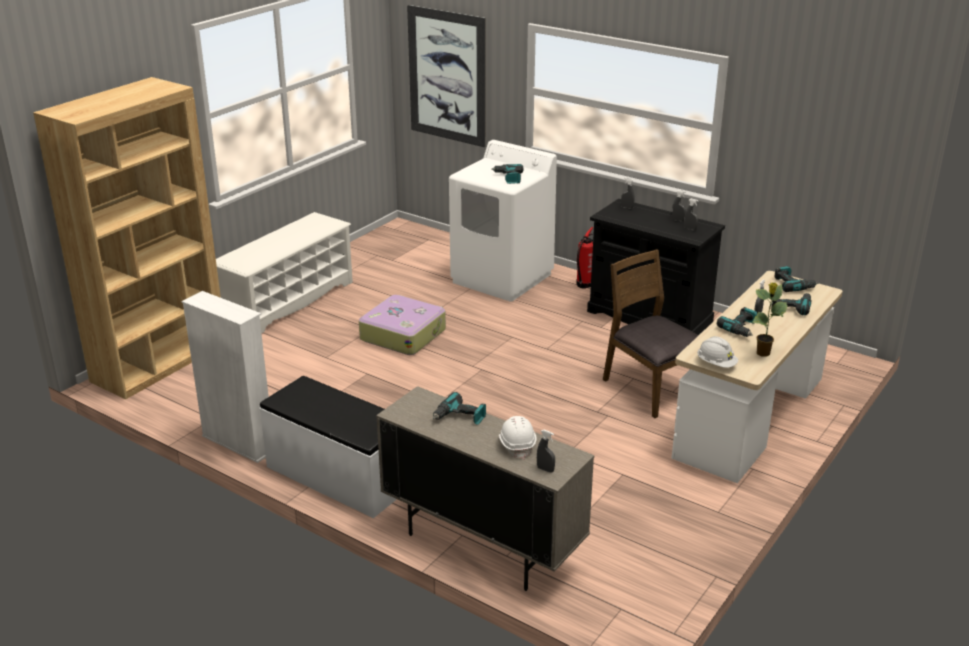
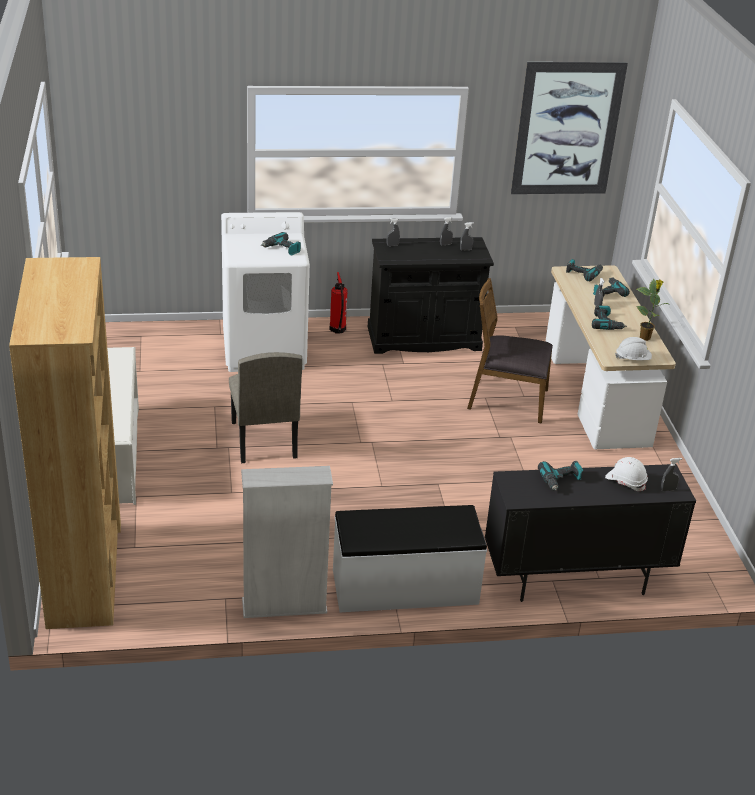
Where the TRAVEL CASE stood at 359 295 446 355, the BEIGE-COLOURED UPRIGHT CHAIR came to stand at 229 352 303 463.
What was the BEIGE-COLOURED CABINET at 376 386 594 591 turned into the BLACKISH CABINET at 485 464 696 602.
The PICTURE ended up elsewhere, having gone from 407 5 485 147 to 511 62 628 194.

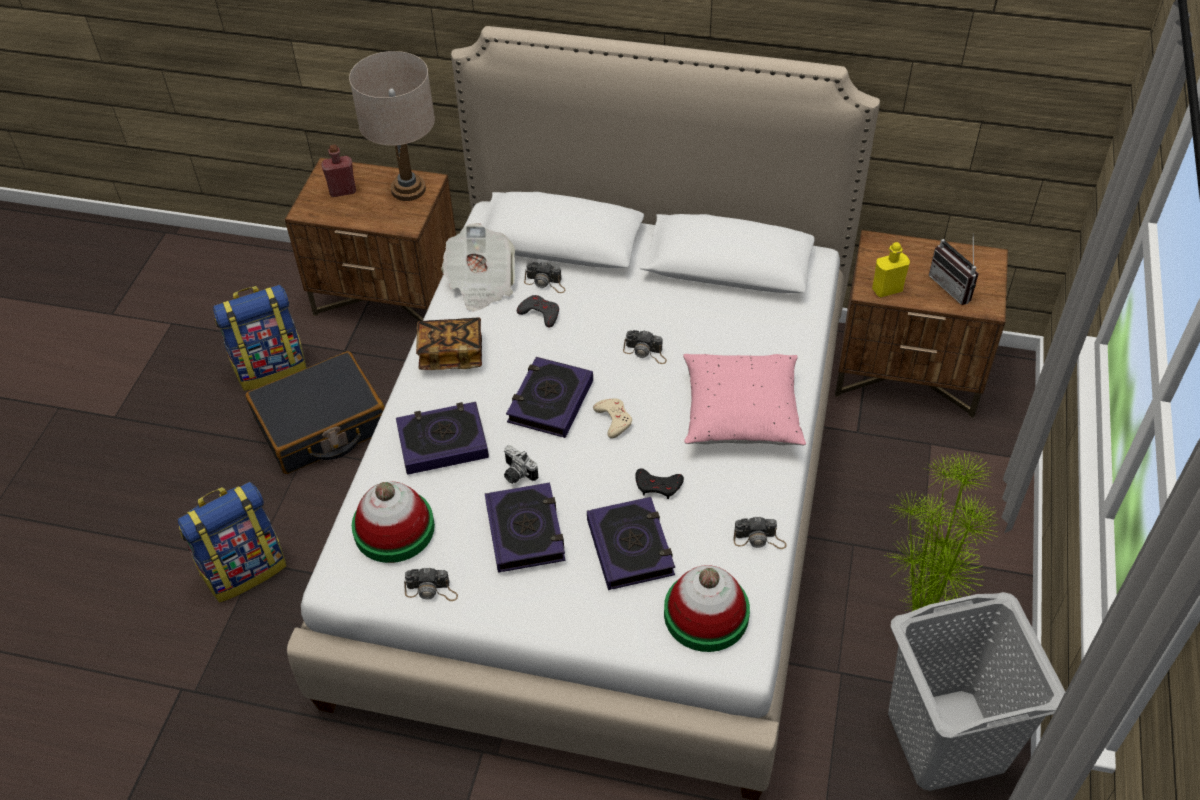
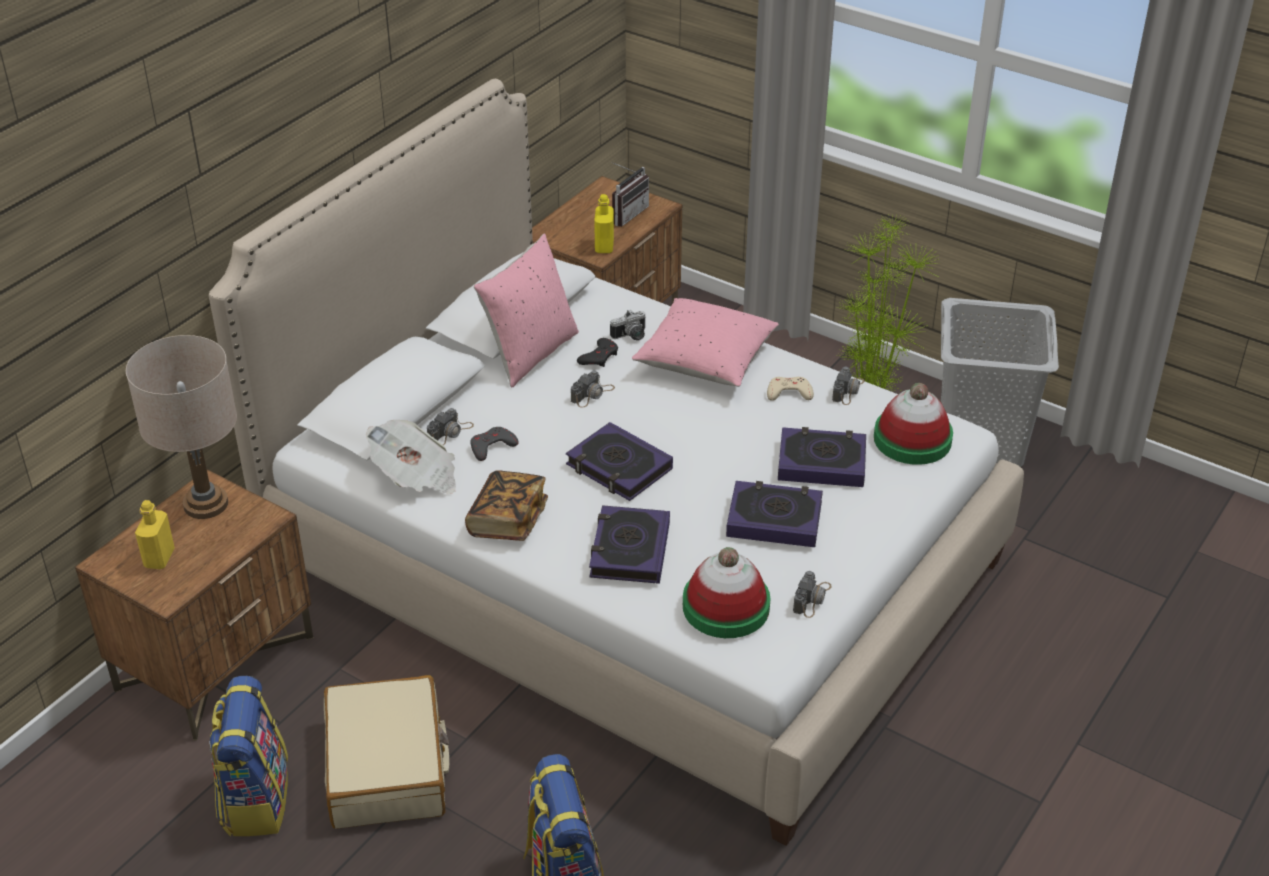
What was the BLACKISH TRAVEL CASE at 245 351 385 474 turned into the BEIGE-COLOURED TRAVEL CASE at 324 675 449 829.
What was the RED-COLOURED BOTTLE at 321 145 356 197 turned into the YELLOW BOTTLE at 135 500 175 569.
The PHOTO CAMERA ended up elsewhere, having gone from 504 445 538 484 to 610 309 646 341.
The BEIGE-COLOURED GAME CONTROLLER ended up elsewhere, having gone from 593 398 632 439 to 767 377 814 401.
The BLACKISH GAME CONTROLLER ended up elsewhere, having gone from 635 468 684 499 to 577 338 618 367.
The RADIO SET at 929 233 979 305 ended up facing another way, 45 degrees counterclockwise from before.
The second view gained the PINKISH THROW PILLOW at 474 233 579 388.

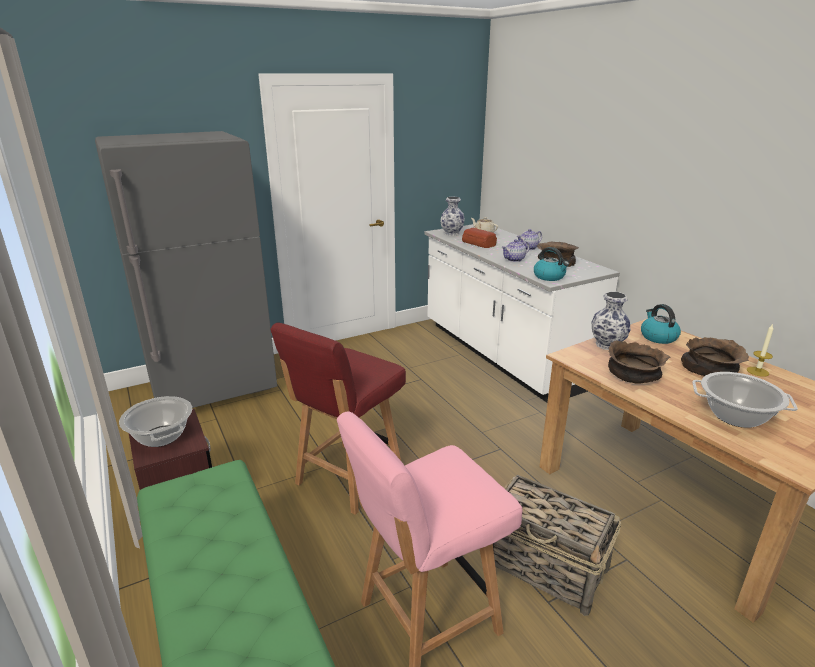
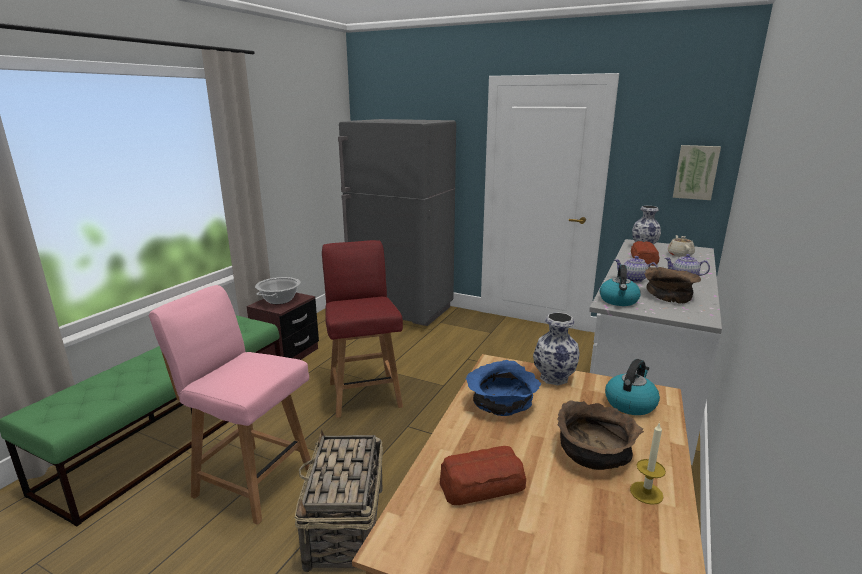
The RED-COLOURED UPRIGHT CHAIR at 270 323 406 515 ended up facing another way, 75 degrees clockwise from before.
What was the BROWN BOWL at 608 340 671 384 turned into the BLUISH BOWL at 466 360 541 416.
Where the STOCKPOT stood at 692 372 798 428, the BAKED BREAD came to stand at 440 446 526 505.
The second view gained the PICTURE at 673 145 721 200.

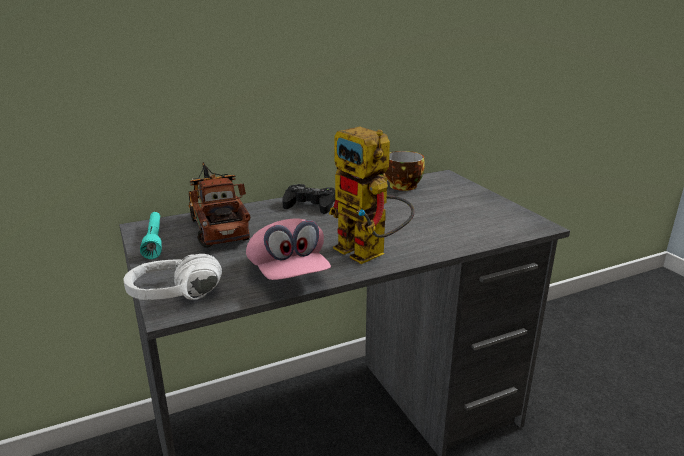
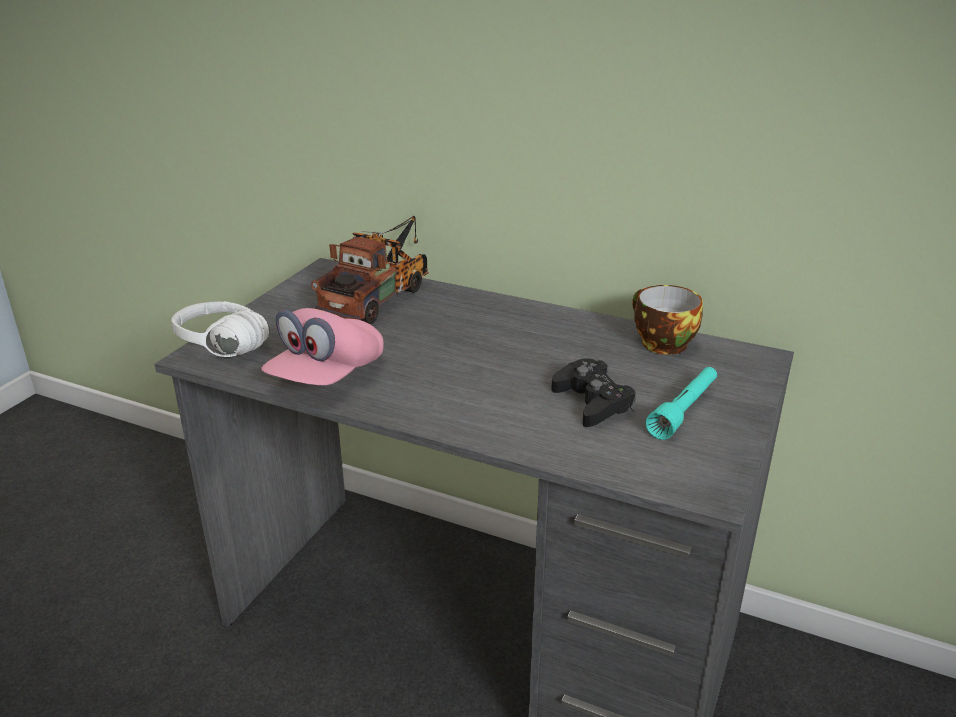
The BLUE-GREEN FLASHLIGHT ended up elsewhere, having gone from 140 212 162 259 to 646 367 717 440.
The BLACKISH GAME CONTROLLER ended up elsewhere, having gone from 282 184 336 214 to 551 358 636 427.
The second view lost the MODEL ROBOT at 329 126 414 264.

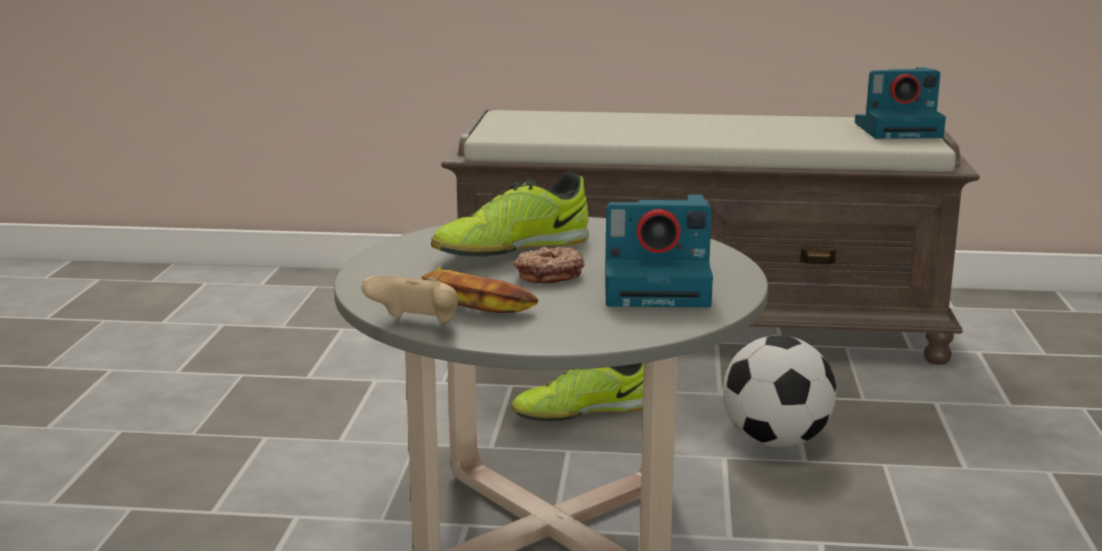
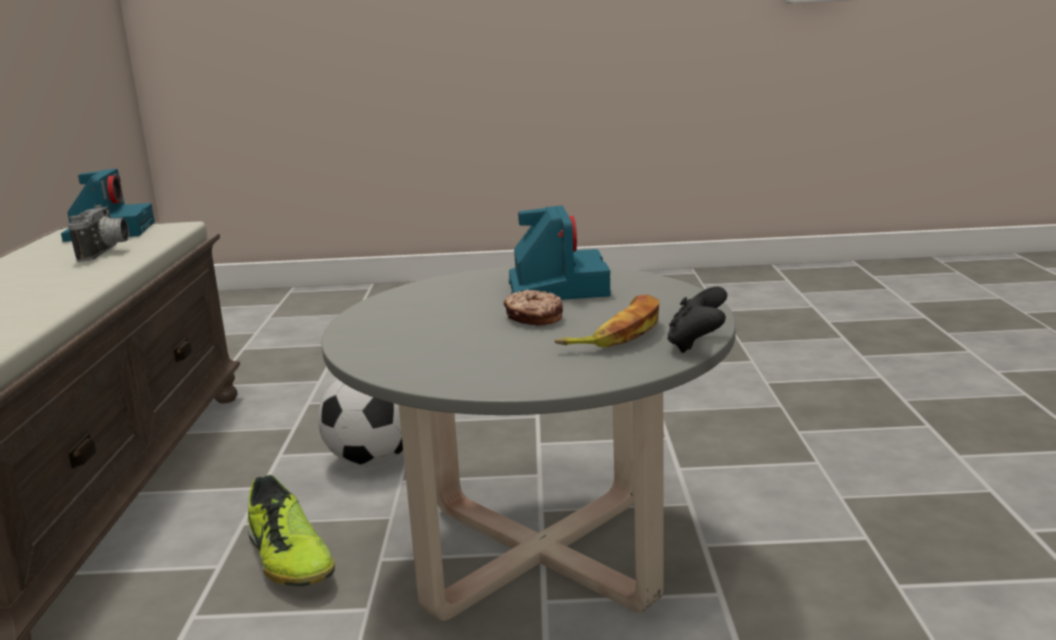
What was the BEIGE-COLOURED GAME CONTROLLER at 361 276 458 325 turned into the BLACKISH GAME CONTROLLER at 667 287 727 353.
The second view lost the LOW SHOE at 431 172 589 257.
The second view gained the PHOTO CAMERA at 68 205 129 262.

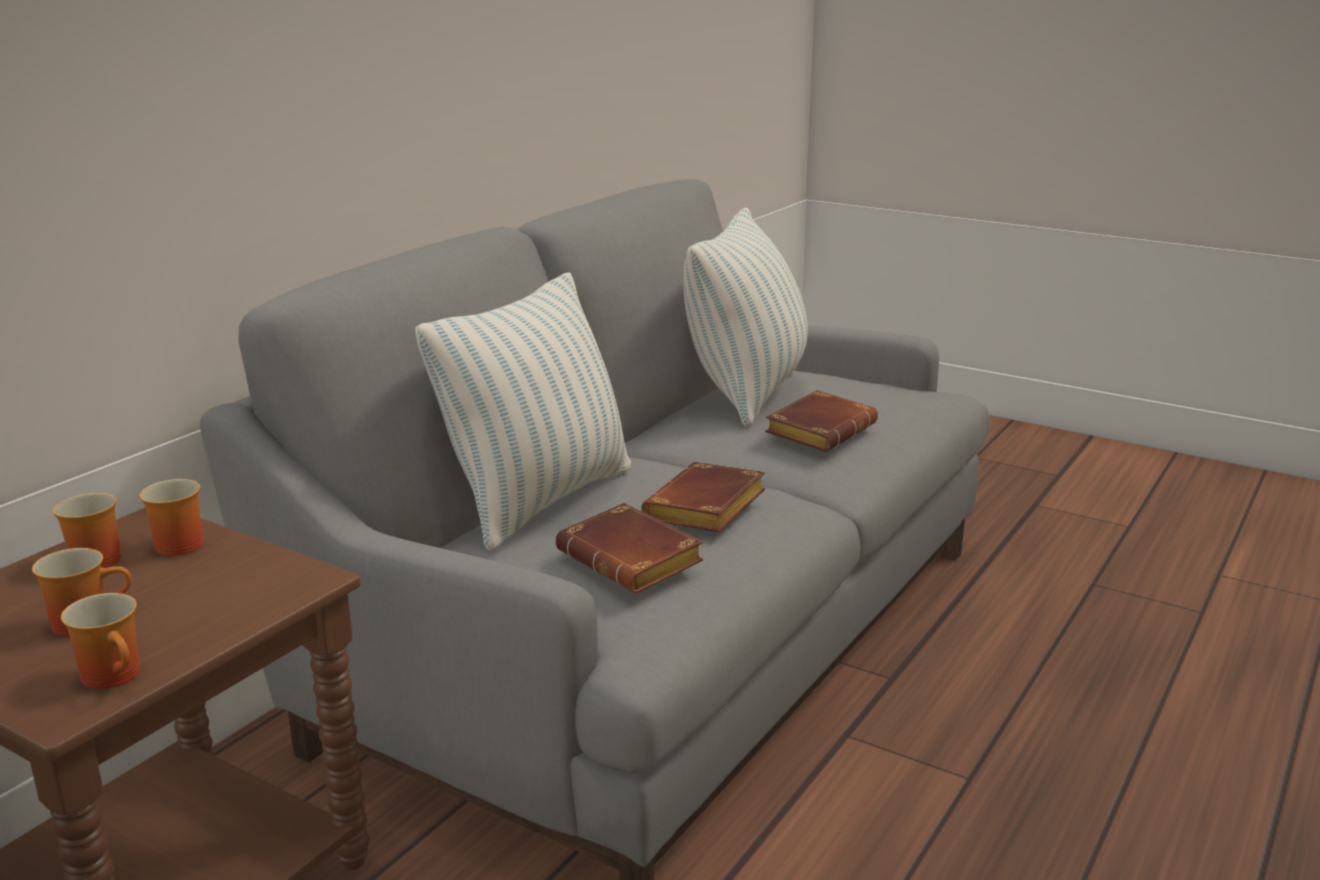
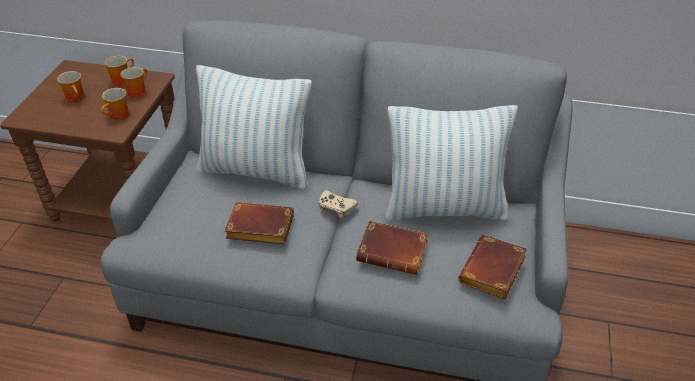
The COFFEE MUG ended up elsewhere, having gone from 61 593 140 689 to 101 88 129 120.
The BROWN BOUND BOOK ended up elsewhere, having gone from 556 503 703 593 to 458 235 527 299.
The second view gained the BEIGE-COLOURED GAME CONTROLLER at 319 190 358 218.

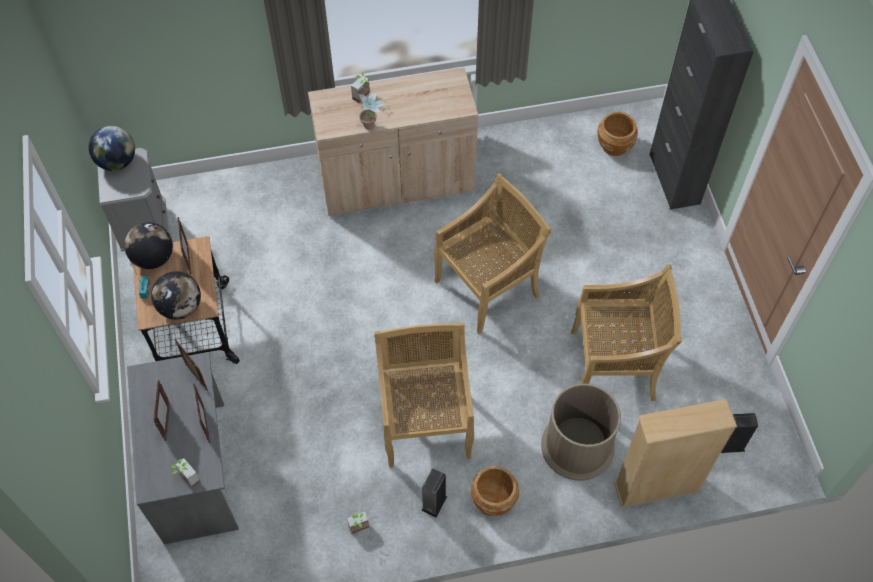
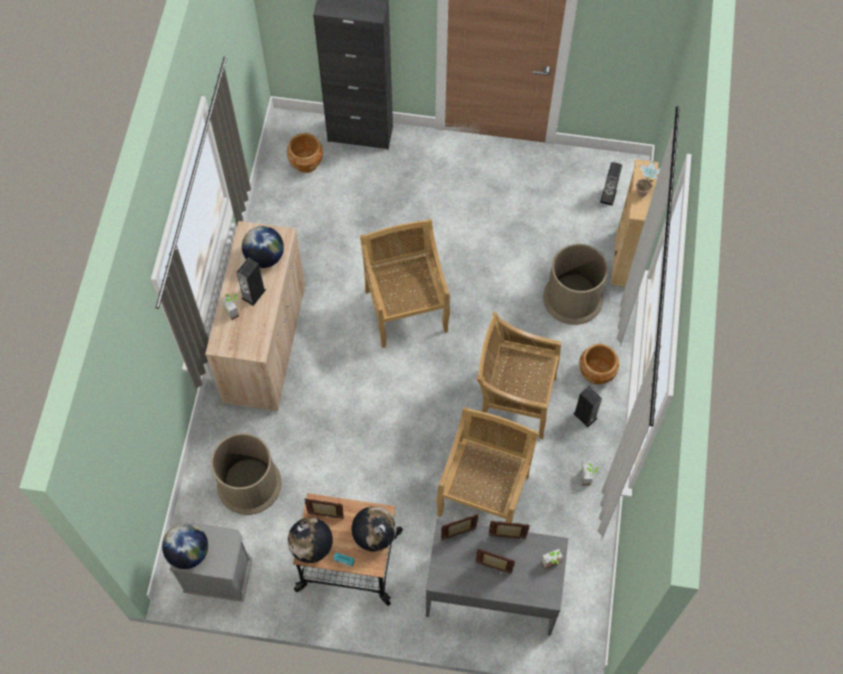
The HOUSEPLANT ended up elsewhere, having gone from 359 92 386 130 to 636 161 660 197.
The BEIGE-COLOURED UPRIGHT CHAIR ended up elsewhere, having gone from 571 264 682 401 to 436 407 539 523.
The second view gained the BROWN RUBBISH BIN at 211 433 281 515.
The second view gained the SPEAKER at 236 258 266 306.
The second view gained the GLOBE at 242 226 284 268.

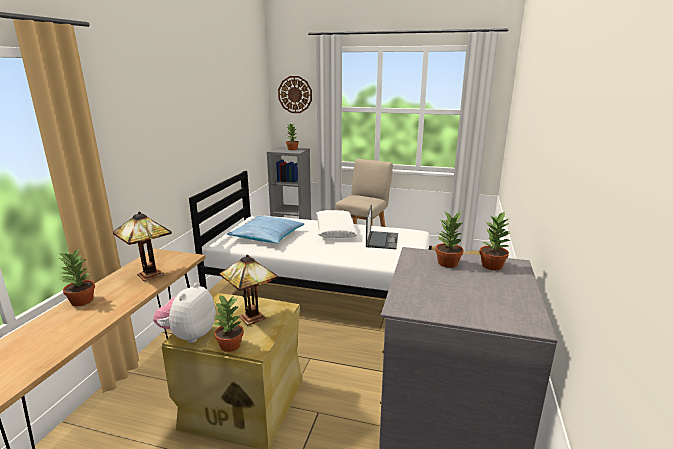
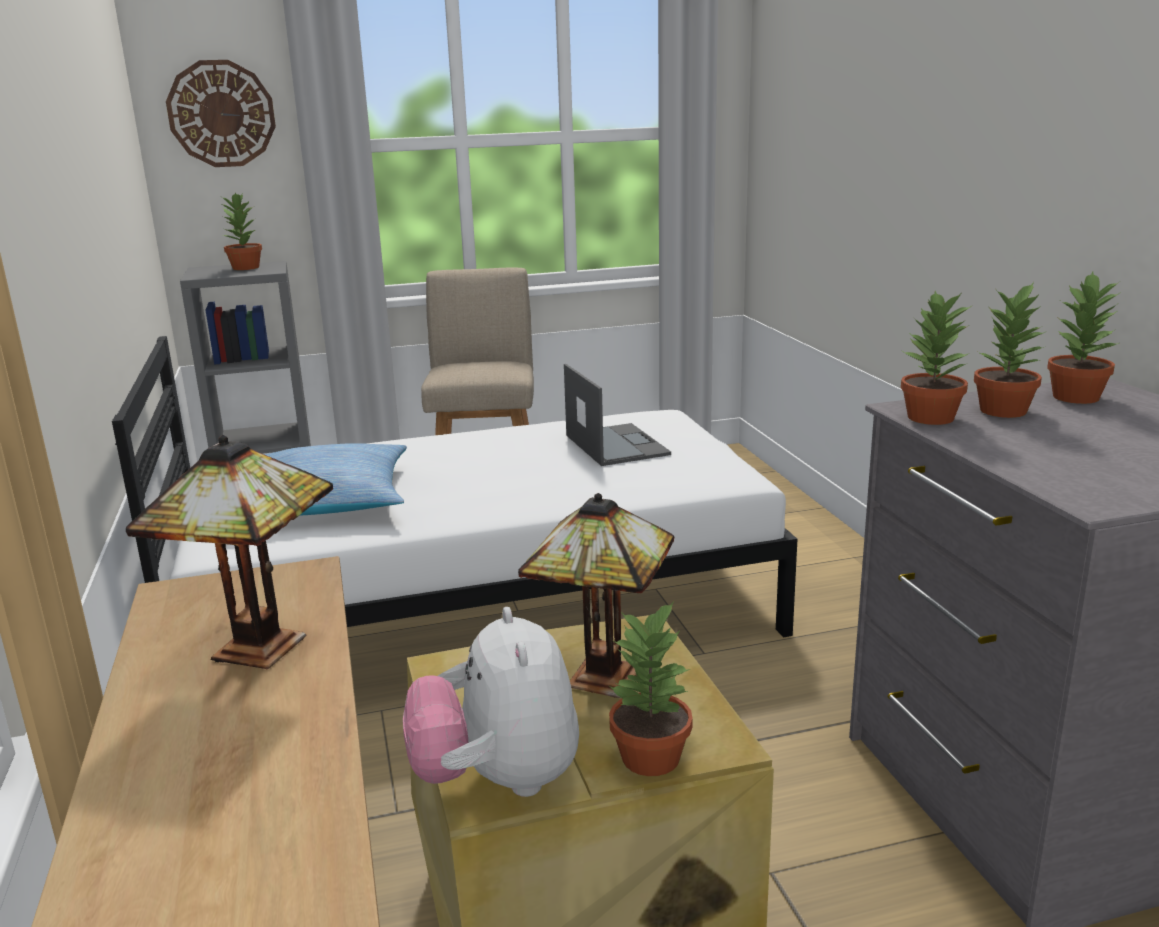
The HOUSEPLANT ended up elsewhere, having gone from 59 250 95 306 to 901 291 973 425.
The second view lost the WHITE-COLOURED THROW PILLOW at 316 210 358 238.

